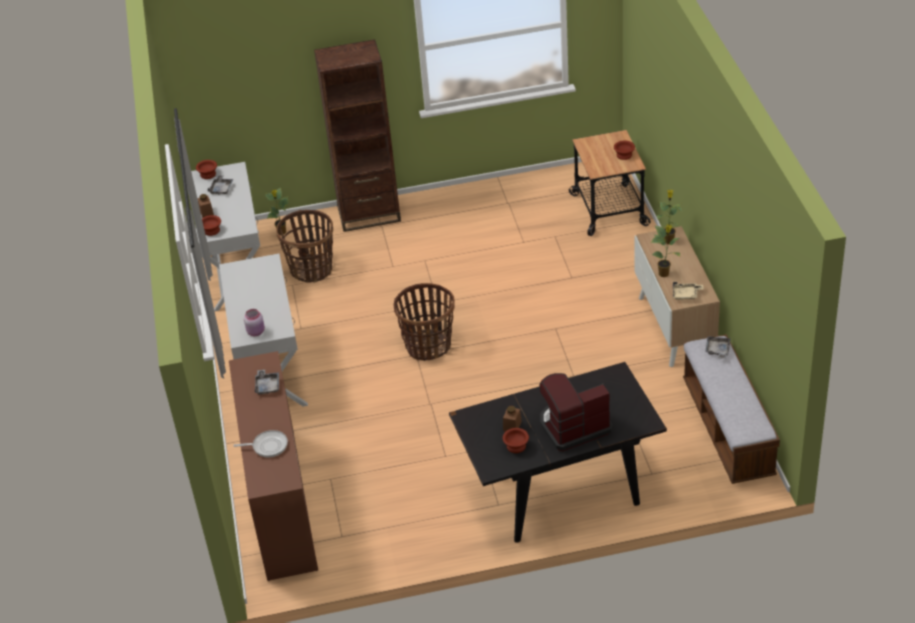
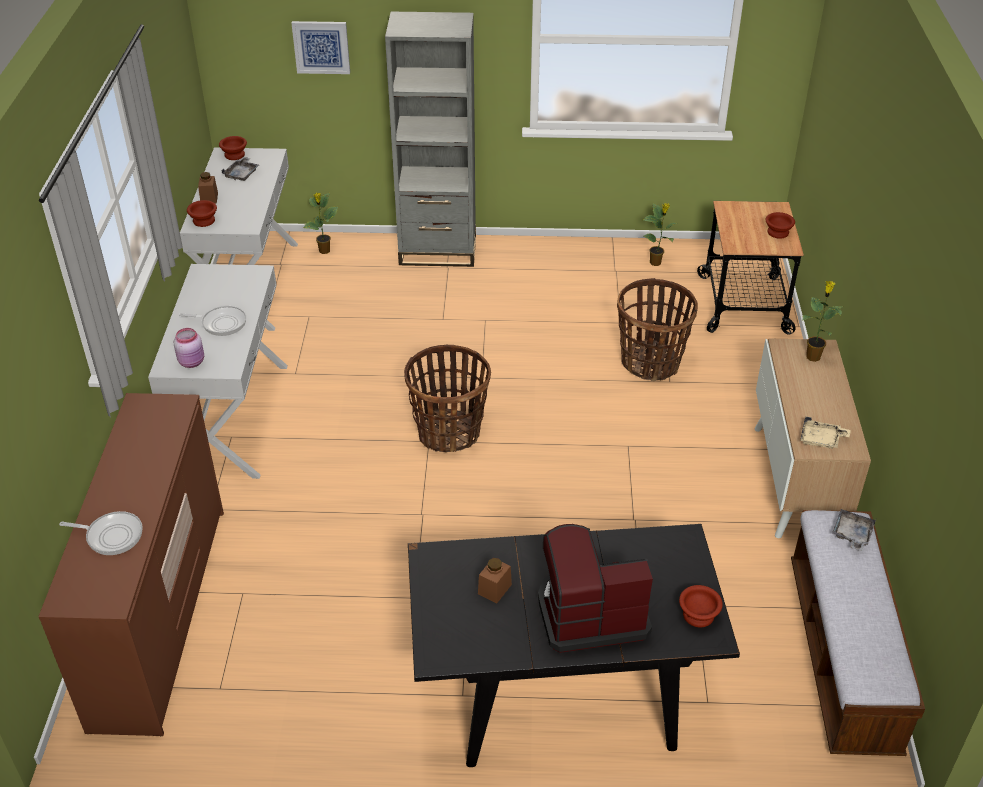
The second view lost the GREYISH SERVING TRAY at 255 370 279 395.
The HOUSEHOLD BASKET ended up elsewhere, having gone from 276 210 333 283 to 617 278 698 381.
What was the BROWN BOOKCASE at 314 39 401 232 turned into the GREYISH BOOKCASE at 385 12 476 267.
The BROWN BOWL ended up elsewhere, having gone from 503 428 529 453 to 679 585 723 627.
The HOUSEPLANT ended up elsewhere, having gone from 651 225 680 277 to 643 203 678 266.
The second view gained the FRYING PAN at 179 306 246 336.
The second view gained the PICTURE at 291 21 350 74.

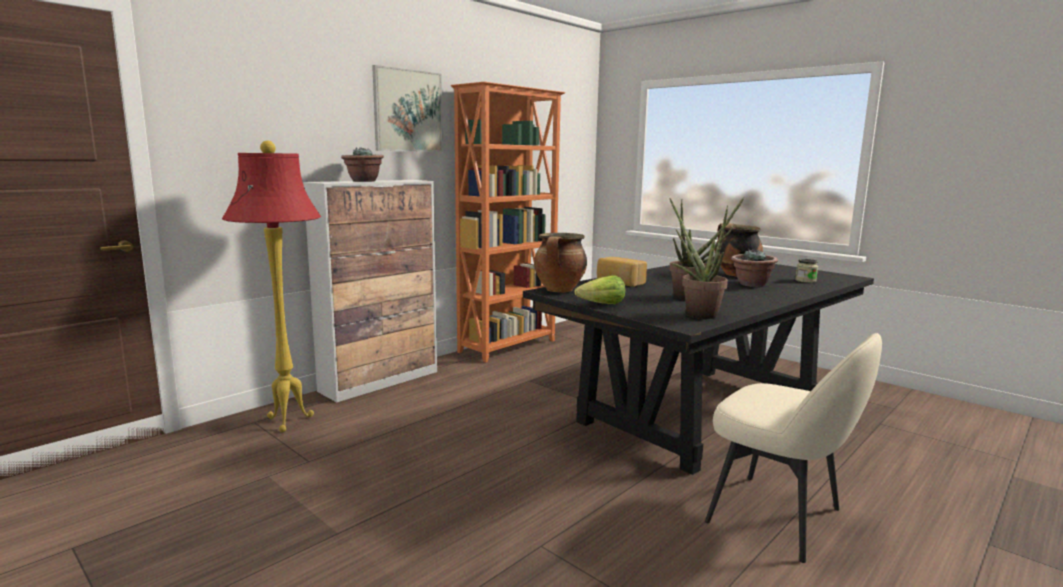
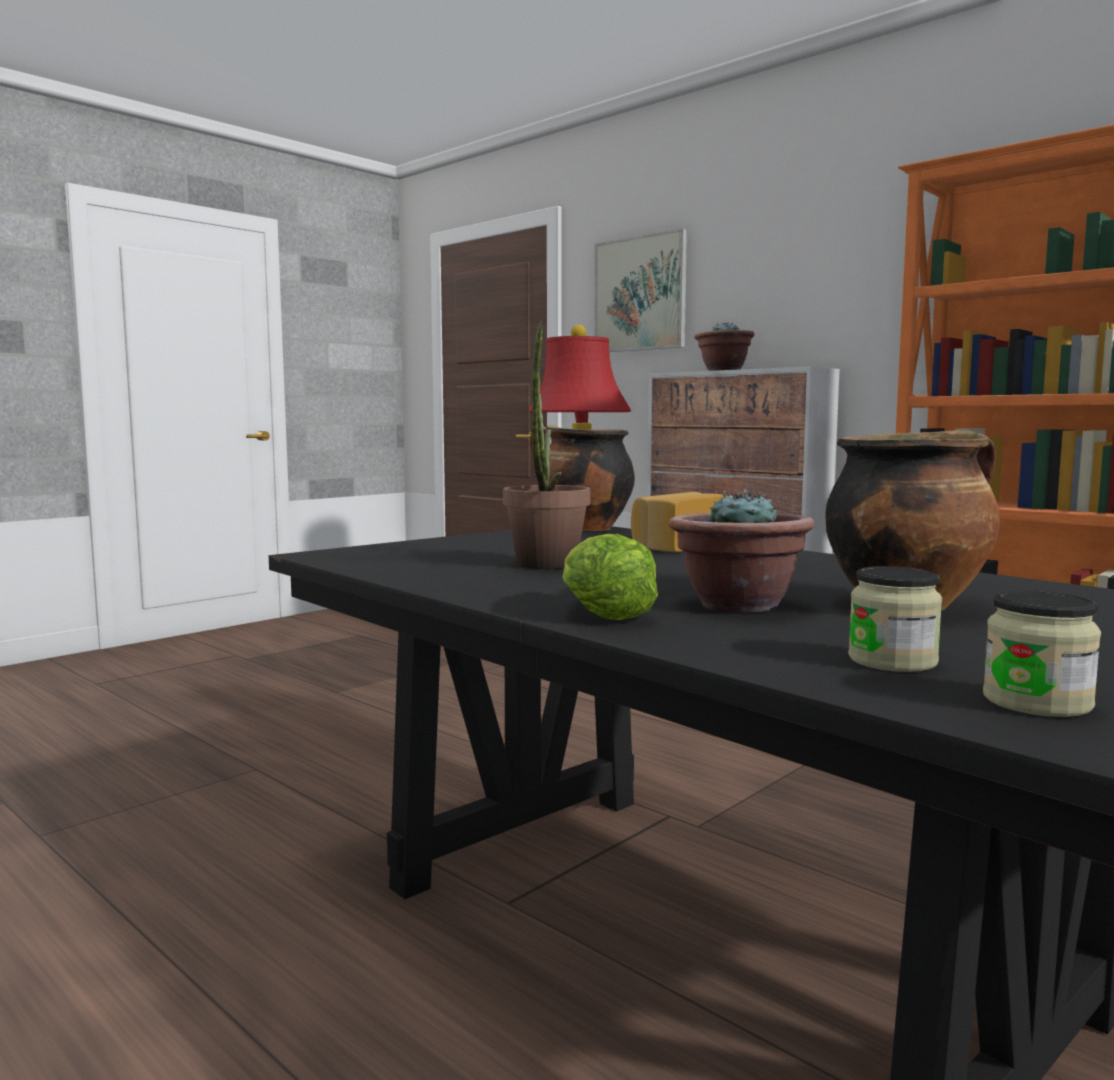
The PICTURE ended up elsewhere, having gone from 372 65 443 152 to 594 228 687 352.
The LETTUCE ended up elsewhere, having gone from 574 275 625 304 to 563 534 658 620.
The second view lost the HOUSEPLANT at 669 198 728 319.
The second view lost the BEIGE-COLOURED UPRIGHT CHAIR at 705 333 882 563.
The second view gained the STORAGE JAR at 983 591 1101 717.

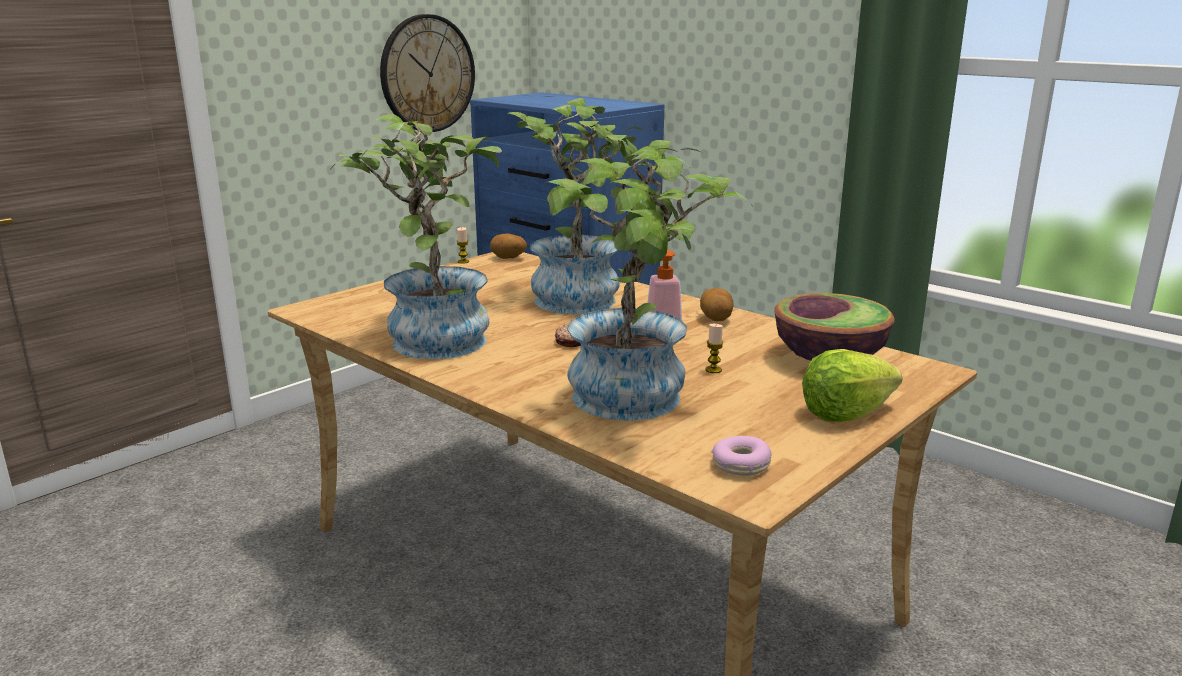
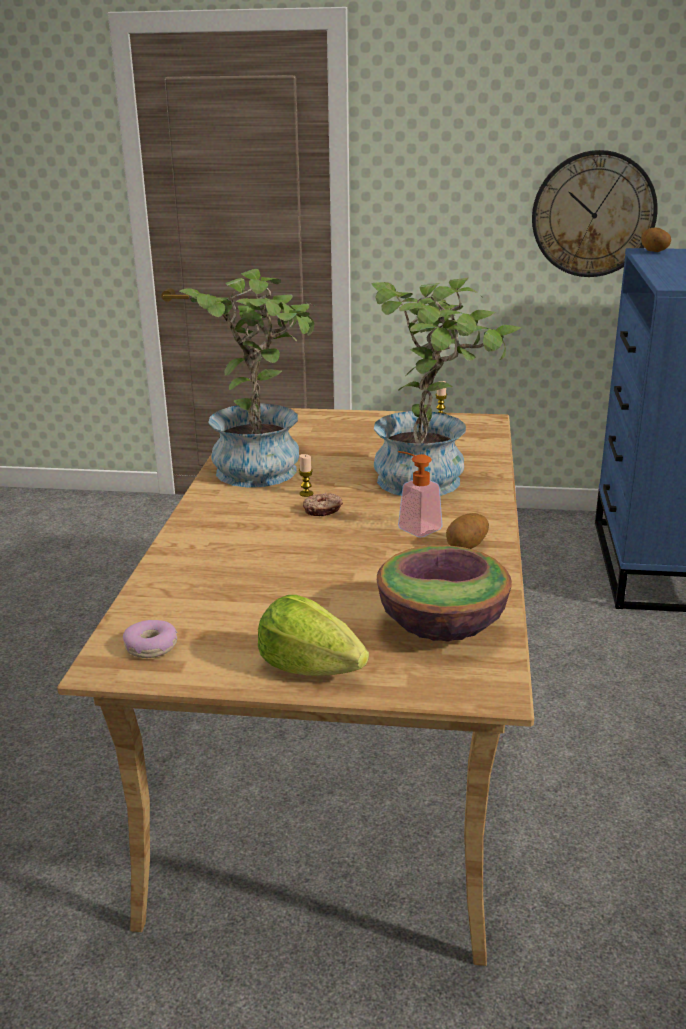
The WHOLE POTATO ended up elsewhere, having gone from 490 233 527 259 to 641 228 671 252.
The second view lost the HOUSEPLANT at 544 140 753 421.
The WAX LIGHT ended up elsewhere, having gone from 705 324 724 373 to 298 454 313 497.

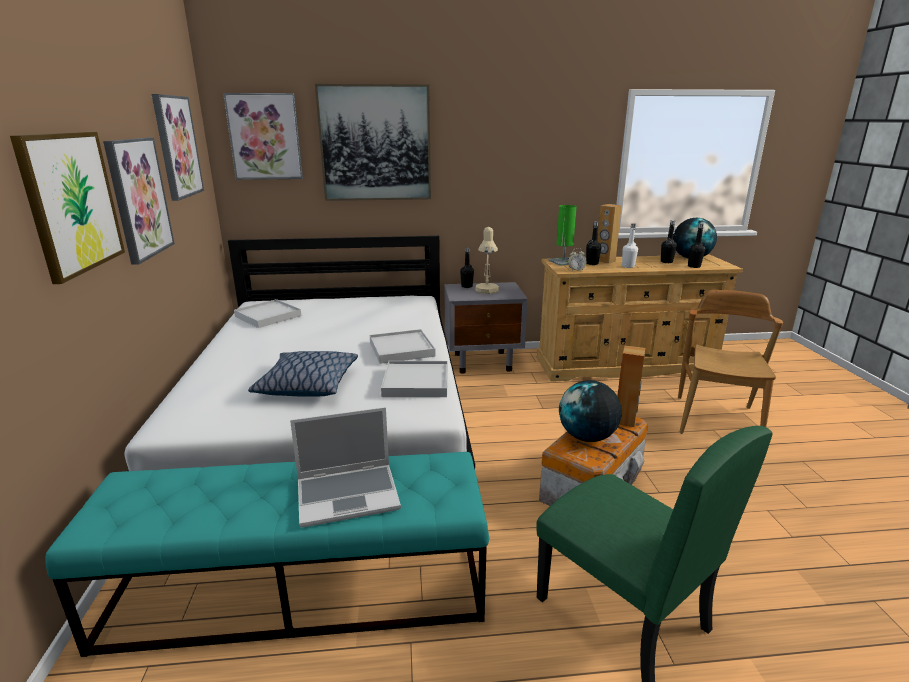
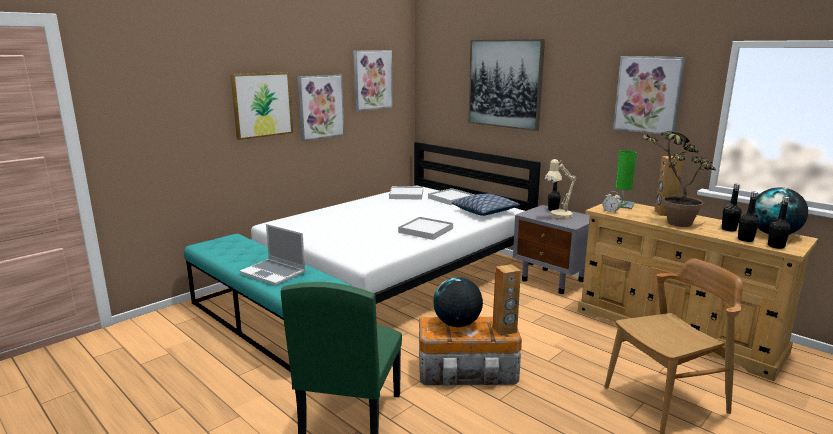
The PICTURE ended up elsewhere, having gone from 223 93 303 180 to 613 56 685 135.
The THROW PILLOW ended up elsewhere, having gone from 248 351 358 397 to 452 194 520 216.
The WHITE-COLOURED SERVING TRAY ended up elsewhere, having gone from 381 361 448 397 to 428 188 475 205.
The BLACKISH BOTTLE ended up elsewhere, having gone from 586 221 601 265 to 768 197 791 249.
Where the WHITE-COLOURED BOTTLE stood at 622 223 638 268, the HOUSEPLANT came to stand at 640 130 716 227.

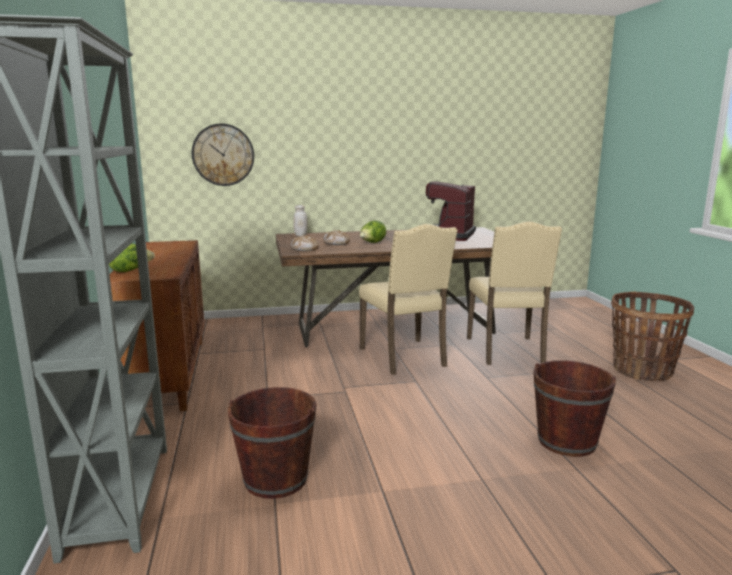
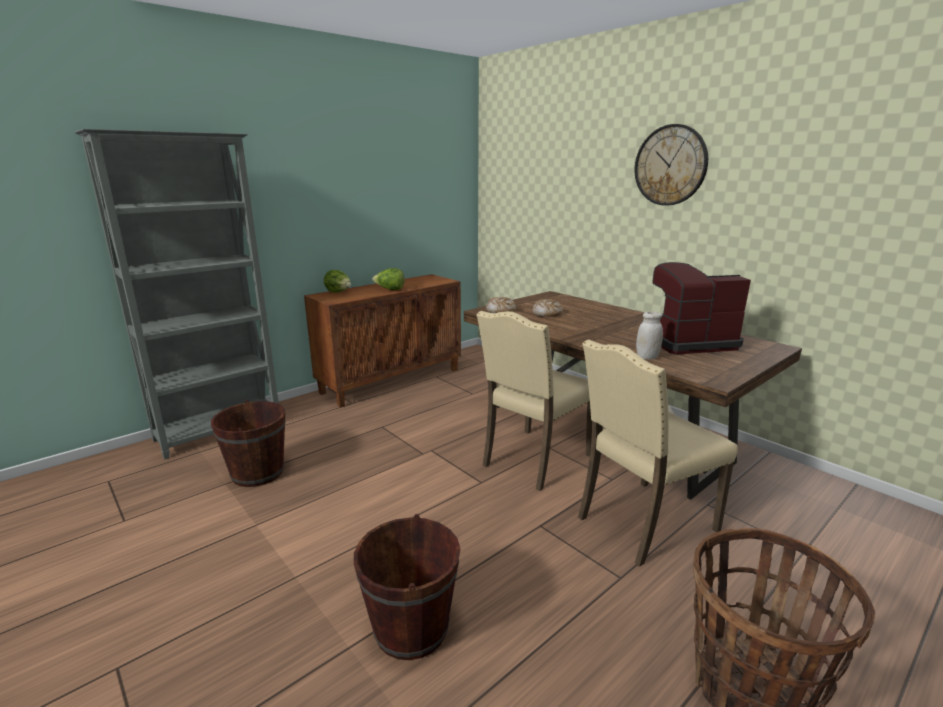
The HANGING CLOCK ended up elsewhere, having gone from 192 123 254 186 to 635 124 708 206.
The WHITE-COLOURED STORAGE JAR ended up elsewhere, having gone from 293 205 308 236 to 636 311 663 359.
The LETTUCE ended up elsewhere, having gone from 360 220 386 243 to 372 268 405 290.

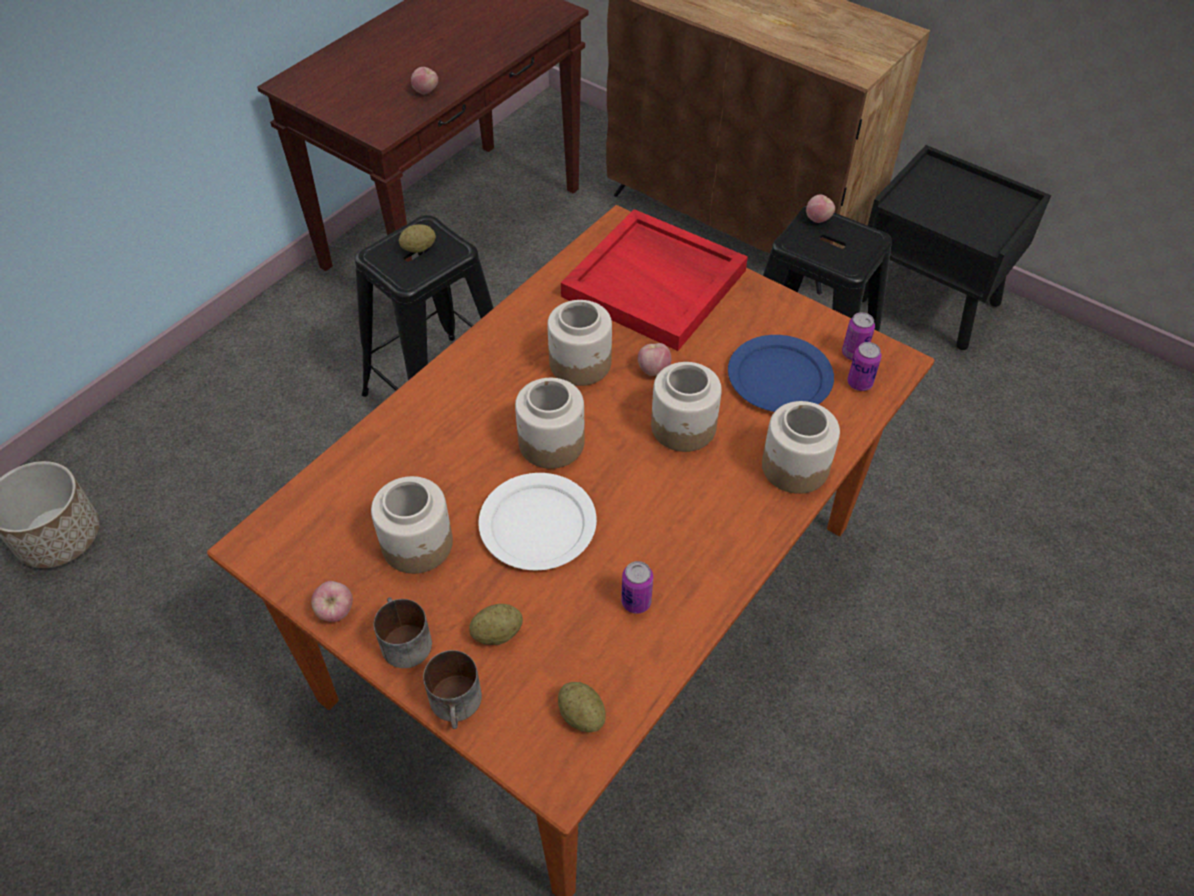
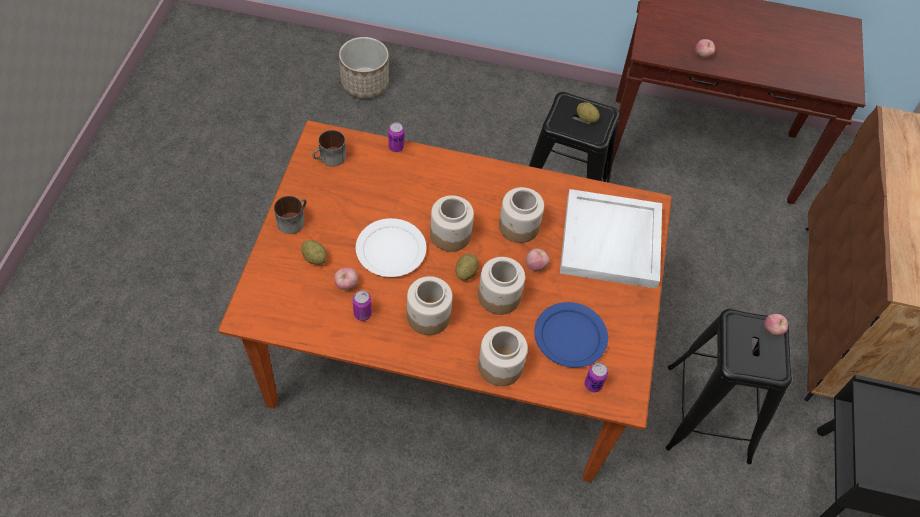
The WHOLE APPLE ended up elsewhere, having gone from 311 581 353 622 to 334 267 358 290.
The STORAGE JAR ended up elsewhere, having gone from 371 476 453 574 to 407 276 453 335.
The COFFEE MUG ended up elsewhere, having gone from 423 650 482 729 to 312 130 346 167.
The WHOLE POTATO ended up elsewhere, having gone from 558 682 606 732 to 456 254 479 281.
What was the RED-COLOURED SERVING TRAY at 561 209 748 351 turned into the WHITE-COLOURED SERVING TRAY at 560 189 662 289.
The CAN ended up elsewhere, having gone from 842 312 875 360 to 388 122 404 152.

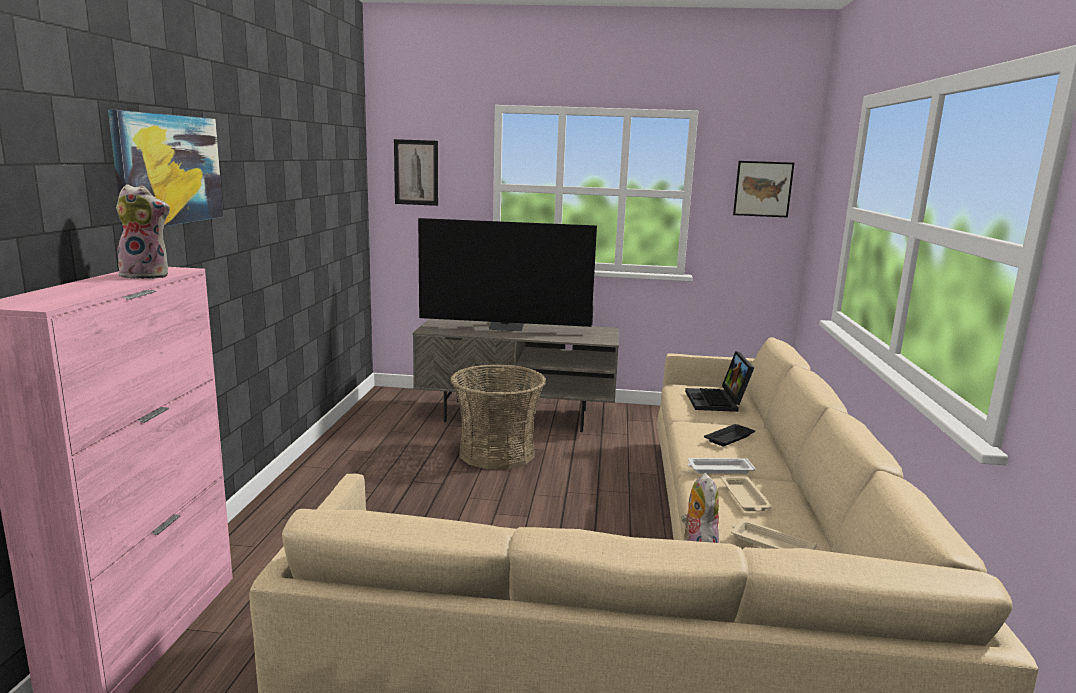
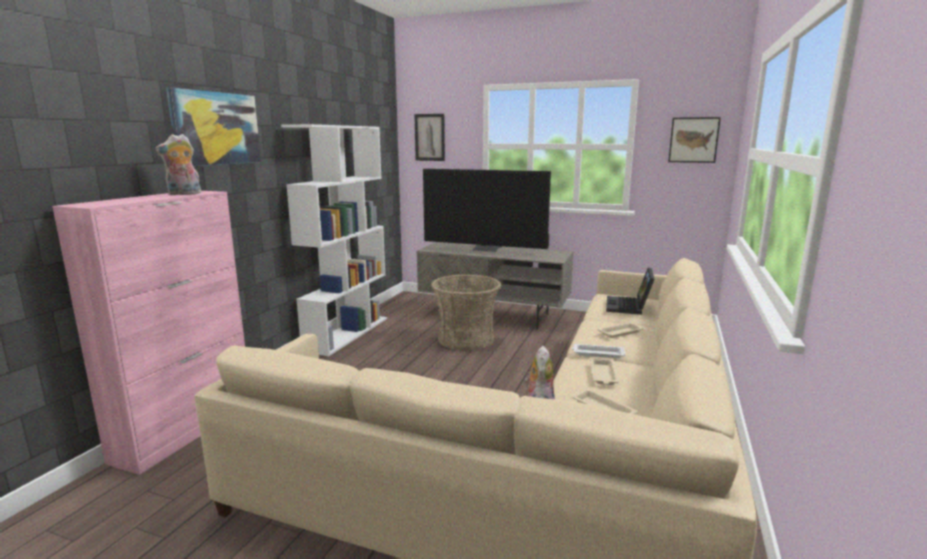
The CUDDLY TOY at 116 184 170 279 ended up facing another way, 135 degrees clockwise from before.
What was the BLACKISH SERVING TRAY at 704 424 755 446 turned into the BEIGE-COLOURED SERVING TRAY at 597 323 644 338.
The second view gained the WHITE-COLOURED BOOKCASE at 281 124 387 356.

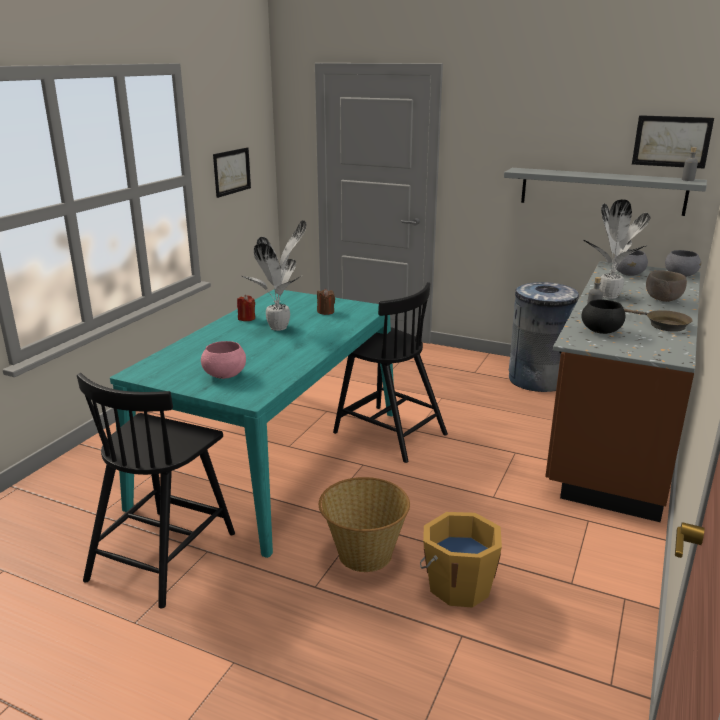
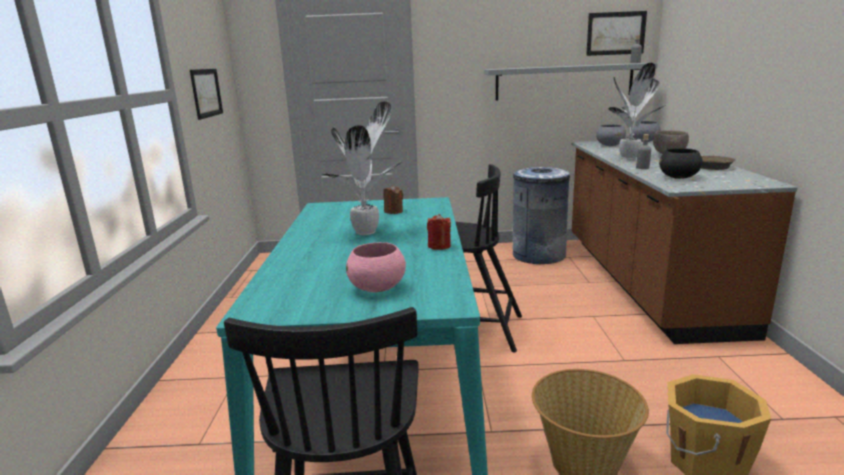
The RED-COLOURED WAX LIGHT ended up elsewhere, having gone from 237 295 255 321 to 427 214 451 250.

